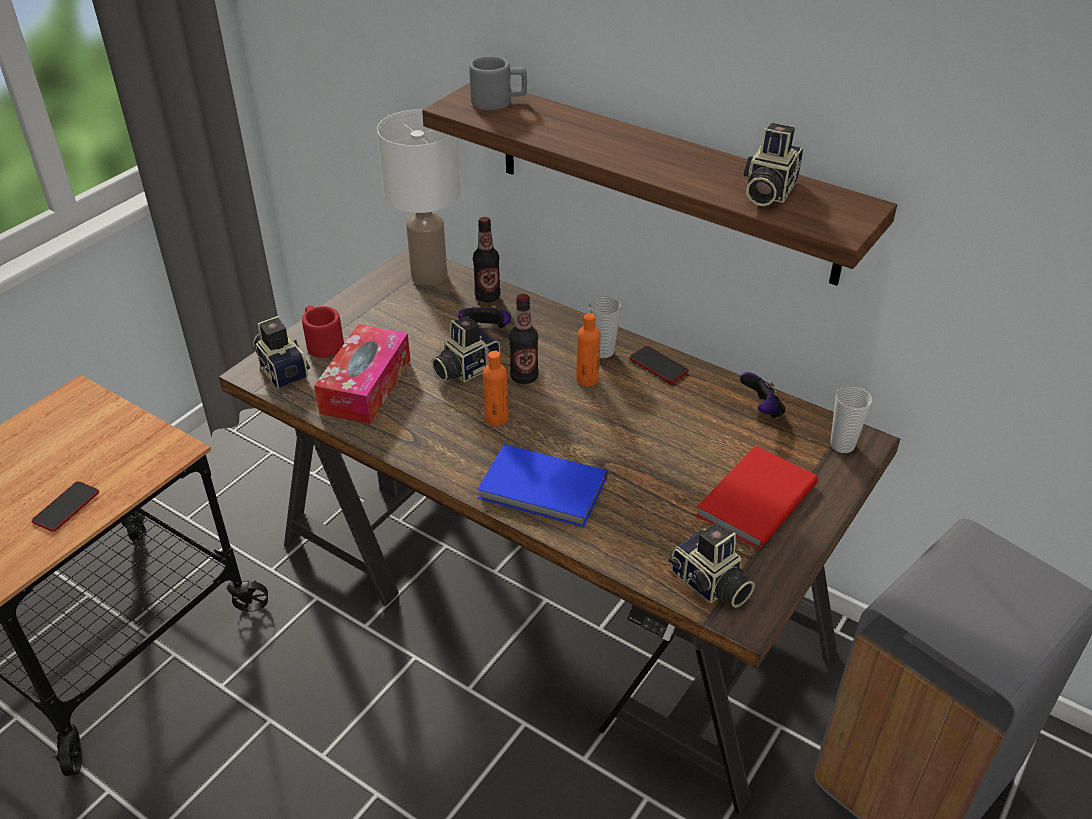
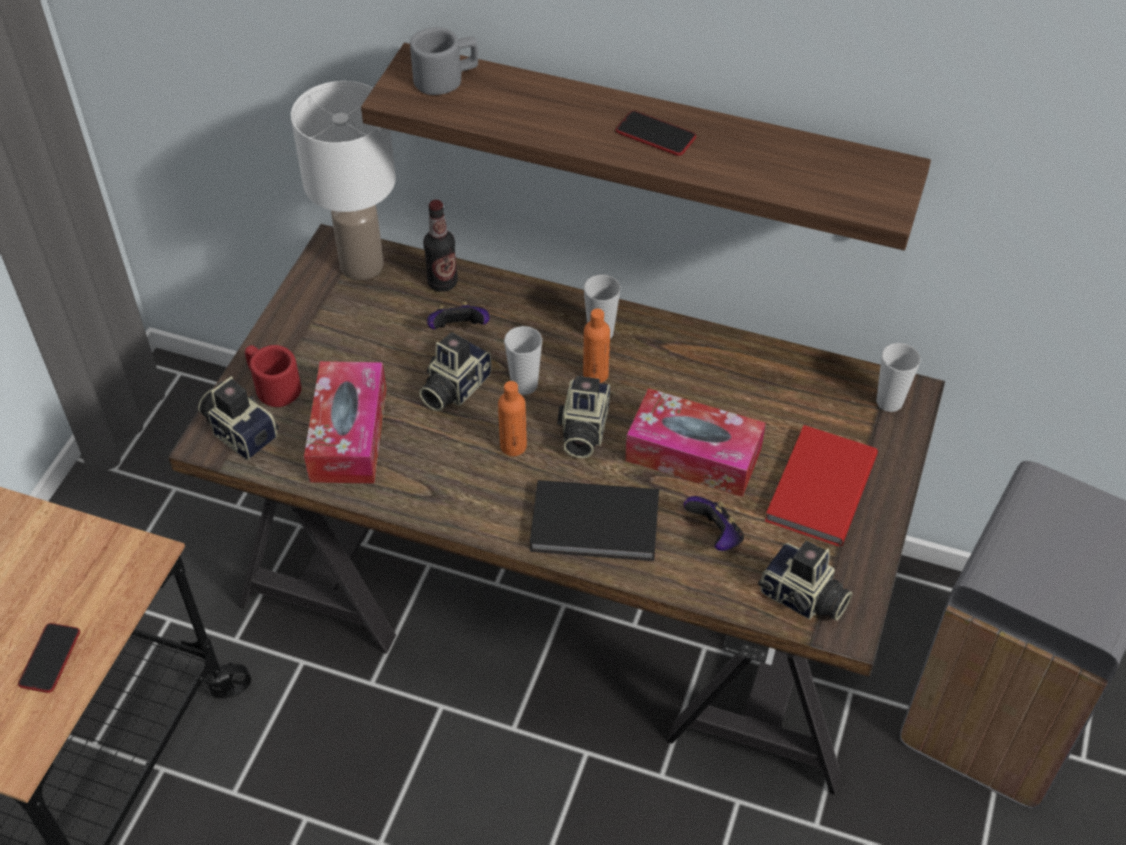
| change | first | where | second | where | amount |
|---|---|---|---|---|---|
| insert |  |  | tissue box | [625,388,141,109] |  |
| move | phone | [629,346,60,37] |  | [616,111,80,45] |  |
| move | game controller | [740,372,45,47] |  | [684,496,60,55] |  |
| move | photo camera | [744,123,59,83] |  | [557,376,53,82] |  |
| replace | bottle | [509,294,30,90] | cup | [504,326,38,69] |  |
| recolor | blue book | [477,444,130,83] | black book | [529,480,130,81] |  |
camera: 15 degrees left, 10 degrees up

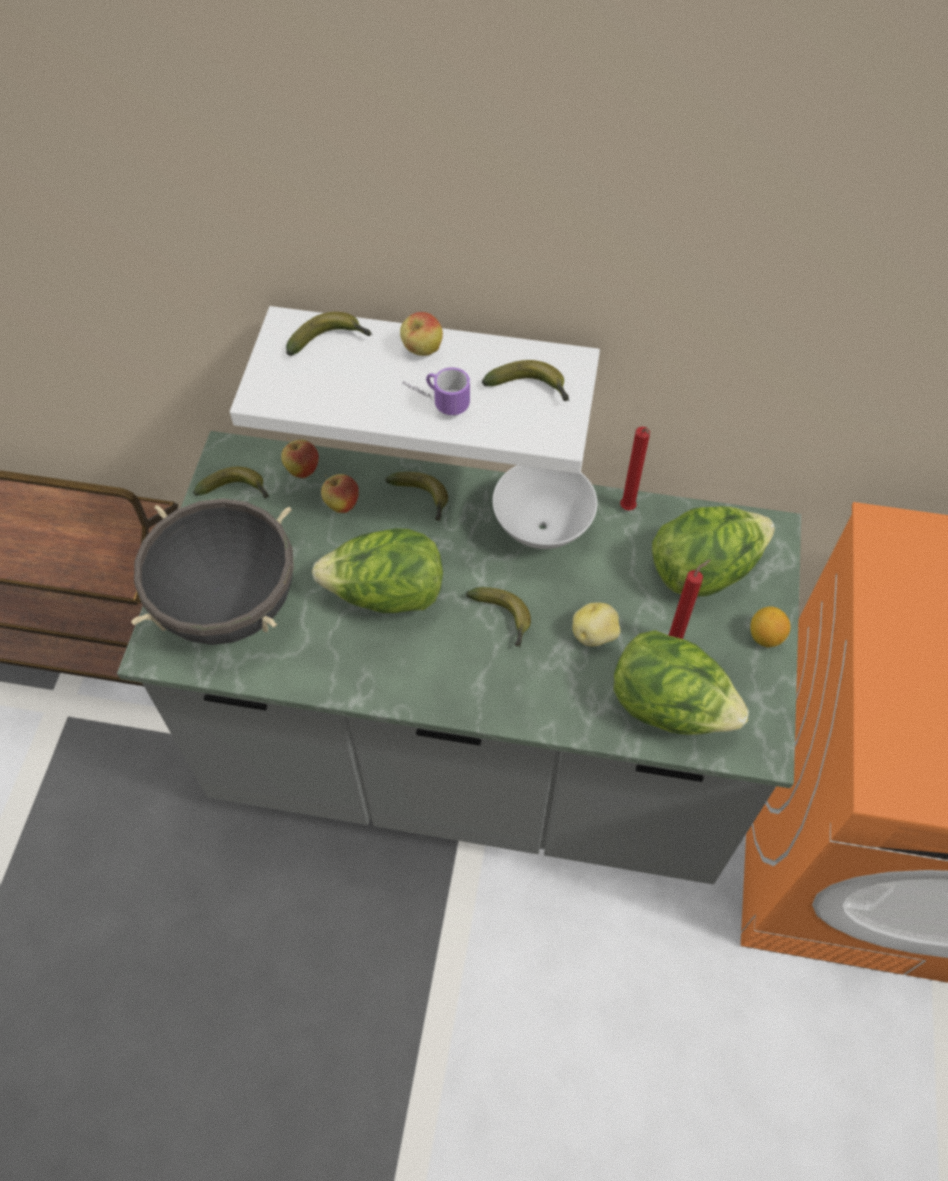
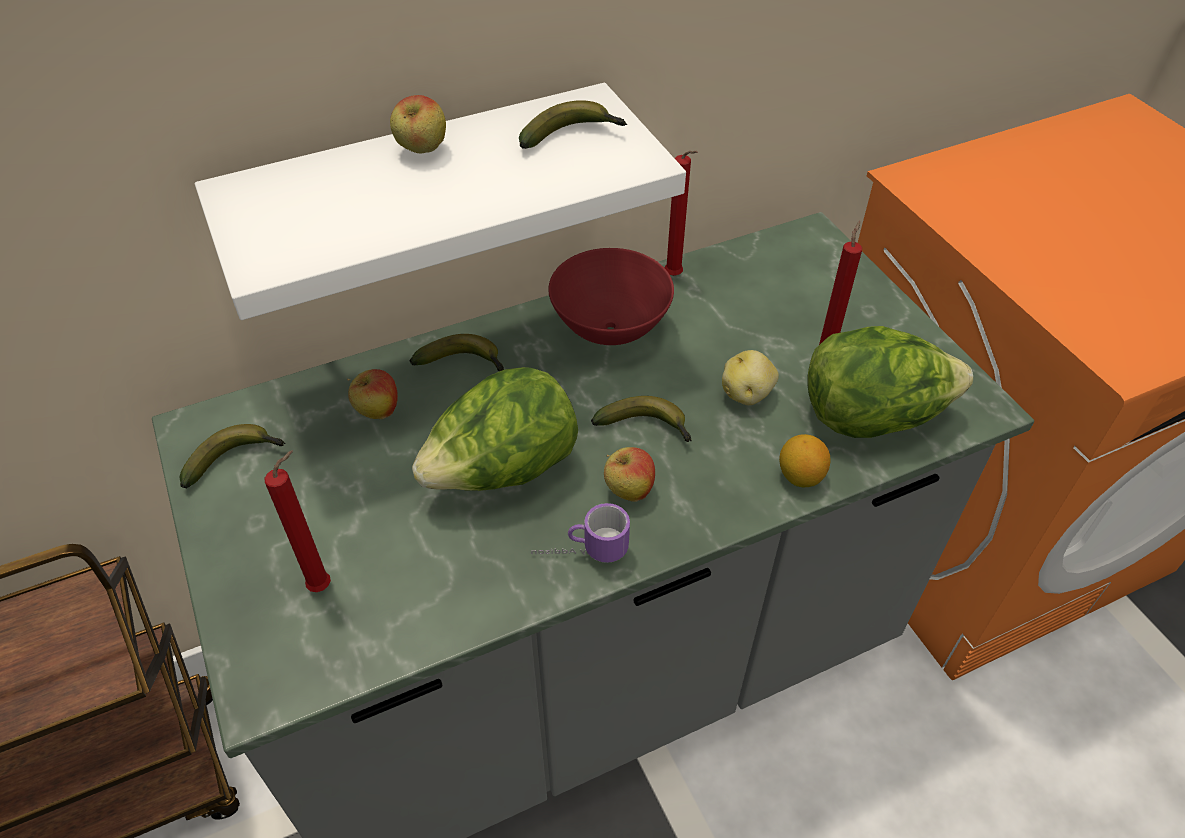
| change | first | where | second | where | amount |
|---|---|---|---|---|---|
| delete | banana | [286,312,86,44] |  |  |  |
| delete | lettuce | [652,506,123,90] |  |  |  |
| move | apple | [281,438,38,40] |  | [604,447,51,55] |  |
| move | mug | [403,367,67,48] |  | [531,503,99,60] |  |
| move | lemon | [750,606,40,41] |  | [779,434,51,53] |  |
| replace | black cooking pot | [131,498,163,147] | red candle | [264,451,67,141] |  |
| recolor | white bowl | [492,465,105,84] | red bowl | [548,248,126,97] |  |
camera: 35 degrees left, 10 degrees down

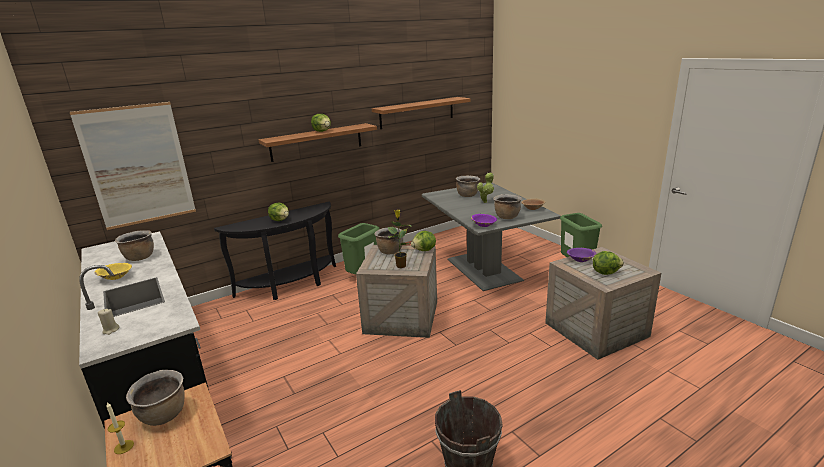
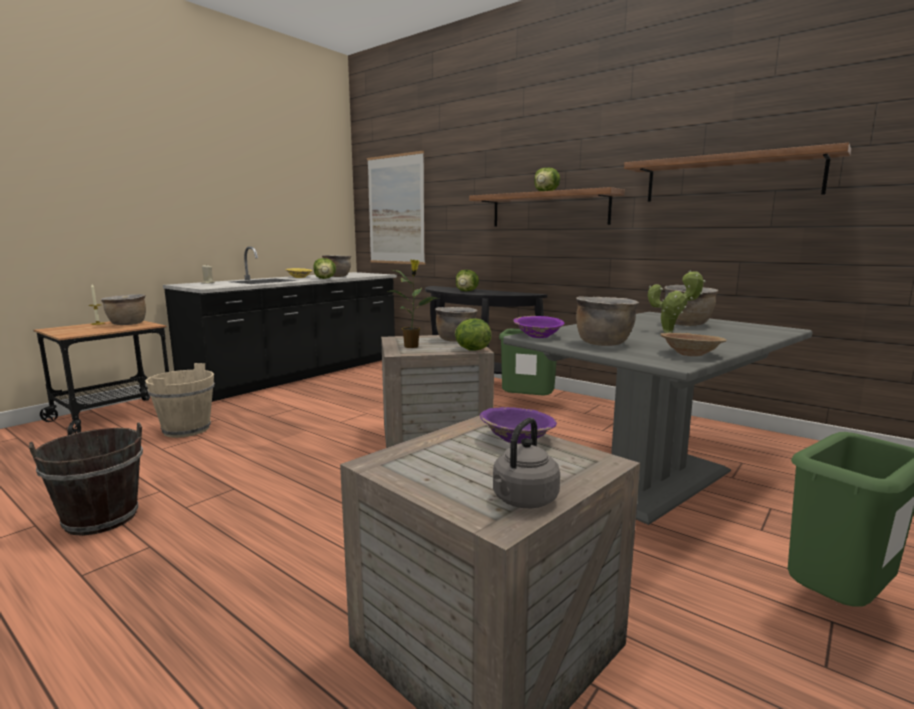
| change | first | where | second | where | amount |
|---|---|---|---|---|---|
| insert |  |  | beige bucket | [145,363,70,75] |  |
| insert |  |  | grey kettle | [493,418,67,90] |  |
| move | lettuce | [592,251,32,24] |  | [313,258,23,21] |  |
camera: 70 degrees right, 10 degrees down

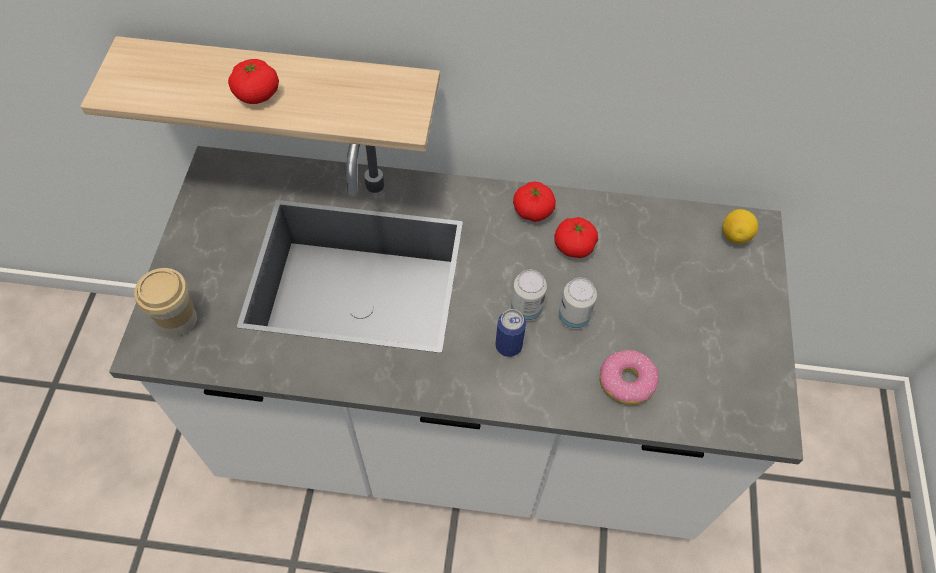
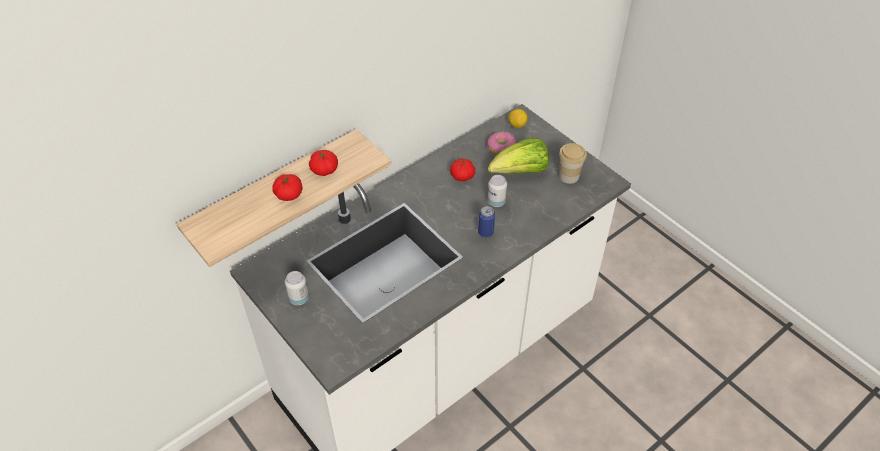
| change | first | where | second | where | amount |
|---|---|---|---|---|---|
| insert |  |  | lettuce | [488,138,61,35] |  |
| move | cup | [134,268,63,68] |  | [559,143,28,41] |  |
| move | can | [511,270,36,51] |  | [285,271,24,34] |  |
| move | tomato | [513,182,43,40] |  | [309,150,29,26] |  |
| move | donut | [600,350,59,55] |  | [487,132,30,23] |  |
camera: 45 degrees left, 10 degrees down

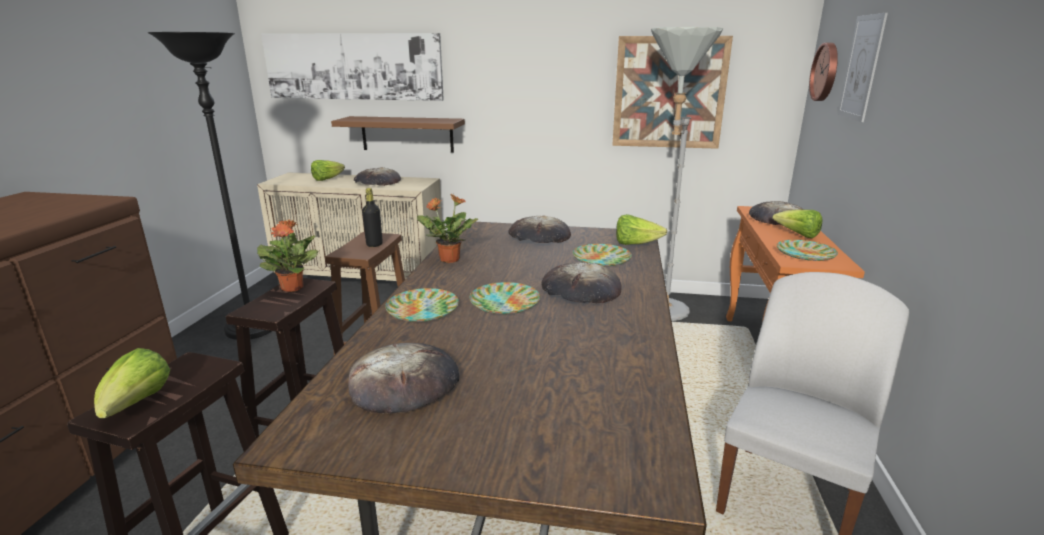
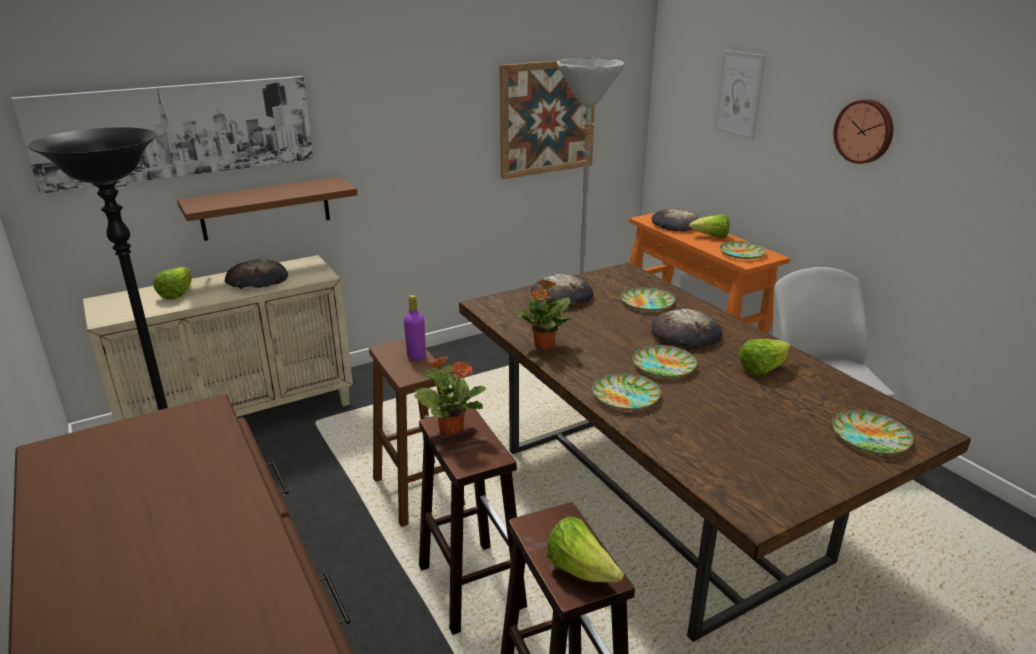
| change | first | where | second | where | amount |
|---|---|---|---|---|---|
| delete | bread | [348,343,111,71] |  |  |  |
| insert |  |  | plate | [832,410,81,45] |  |
| move | lettuce | [616,214,51,31] |  | [739,339,51,36] |  |
| move | wall clock | [809,43,29,58] |  | [834,99,59,65] |  |
| recolor | black bottle | [362,188,21,59] | purple bottle | [404,295,22,66] |  |
camera: 40 degrees left, 5 degrees up

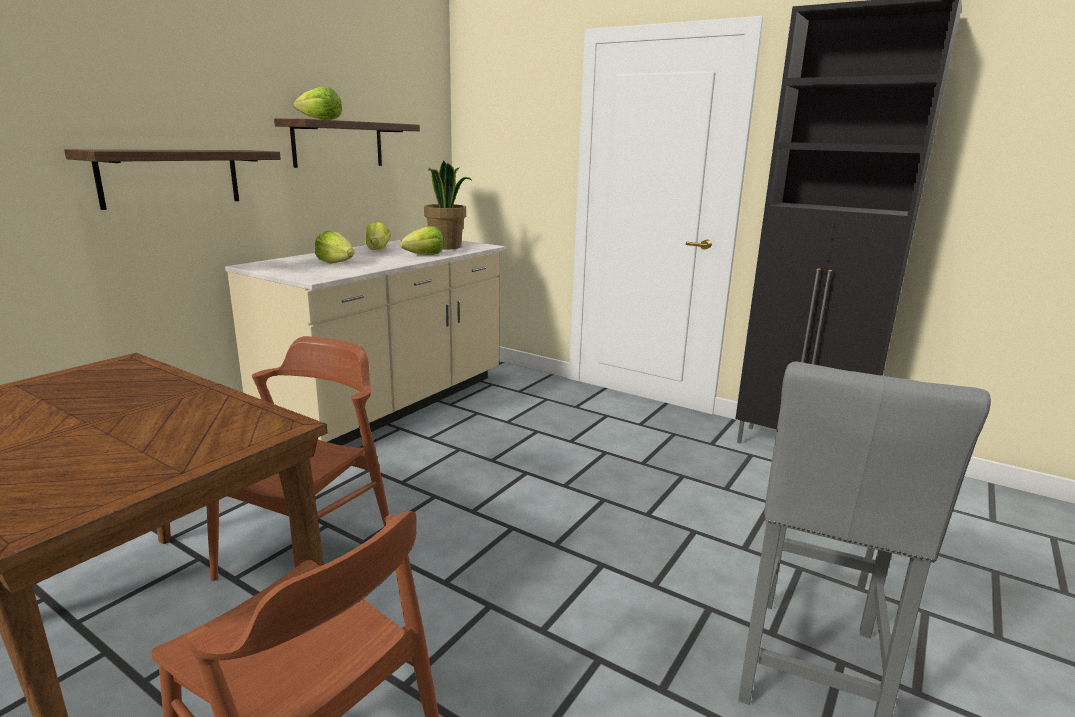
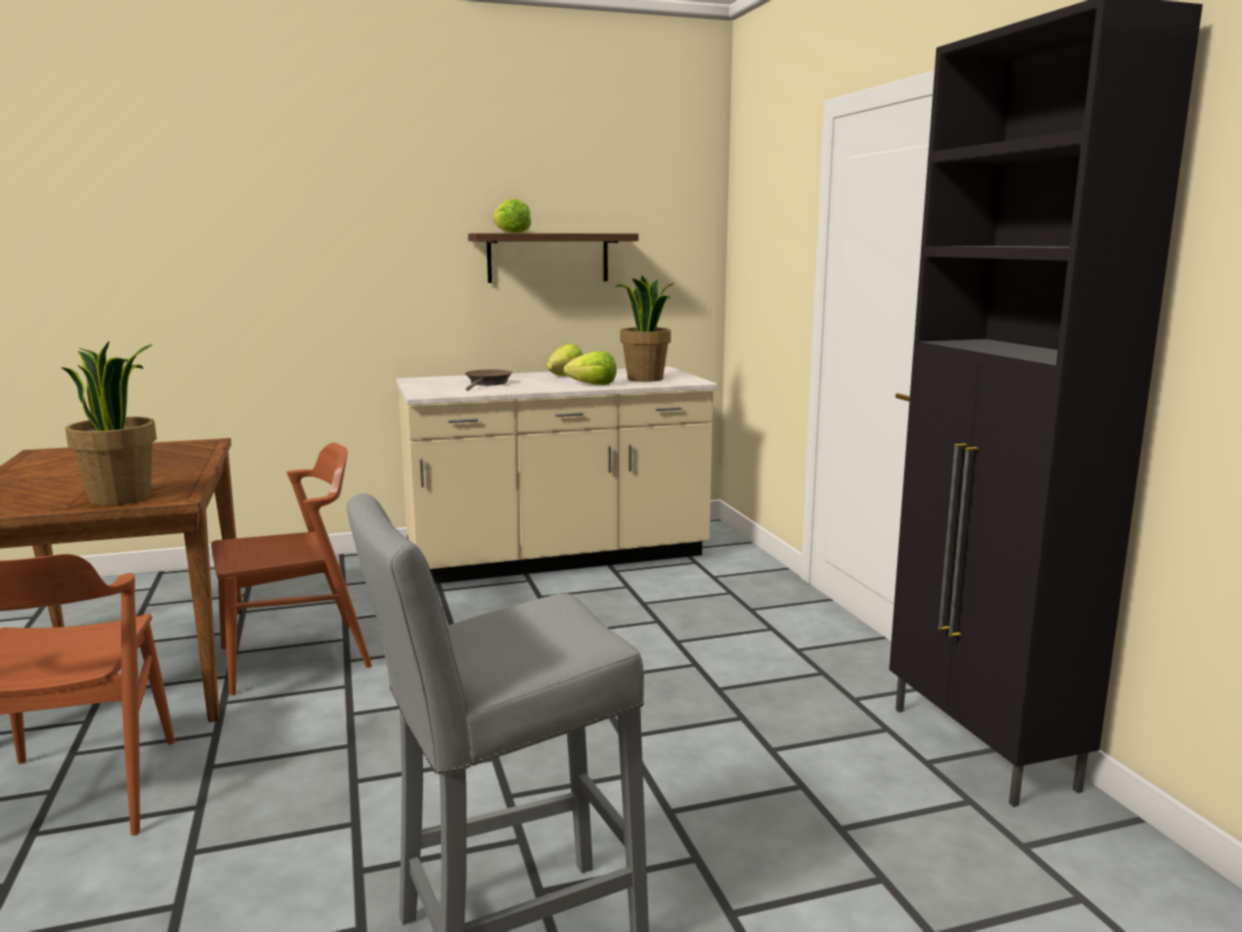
| change | first | where | second | where | amount |
|---|---|---|---|---|---|
| delete | shelf | [64,149,217,61] |  |  |  |
| insert |  |  | potted plant | [61,341,96,165] |  |
| replace | lettuce | [315,231,39,32] | brown frying pan | [465,369,48,22] |  |
camera: 40 degrees right, 5 degrees down

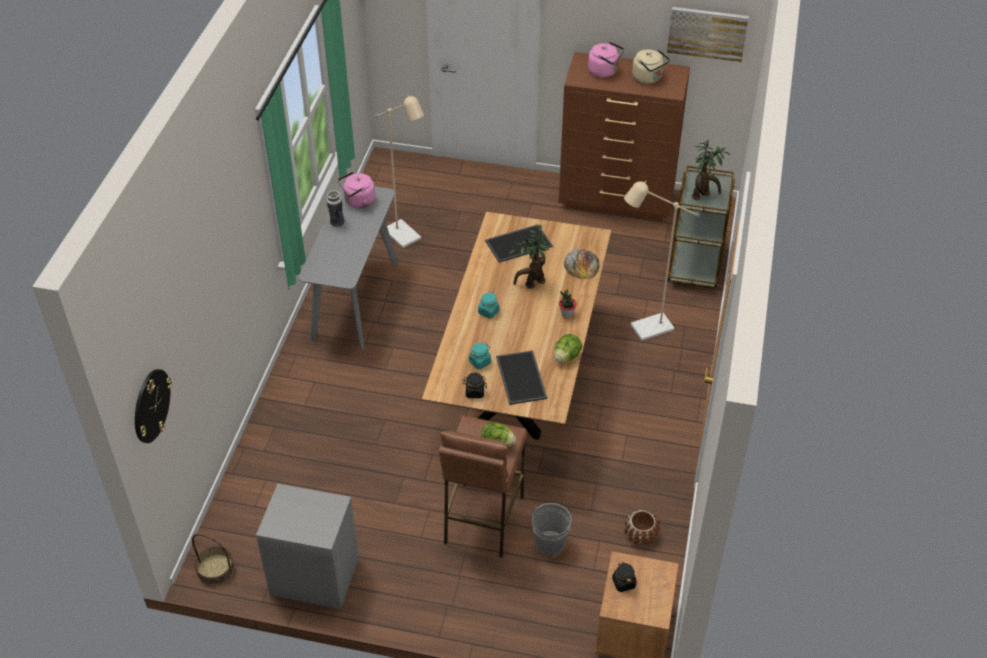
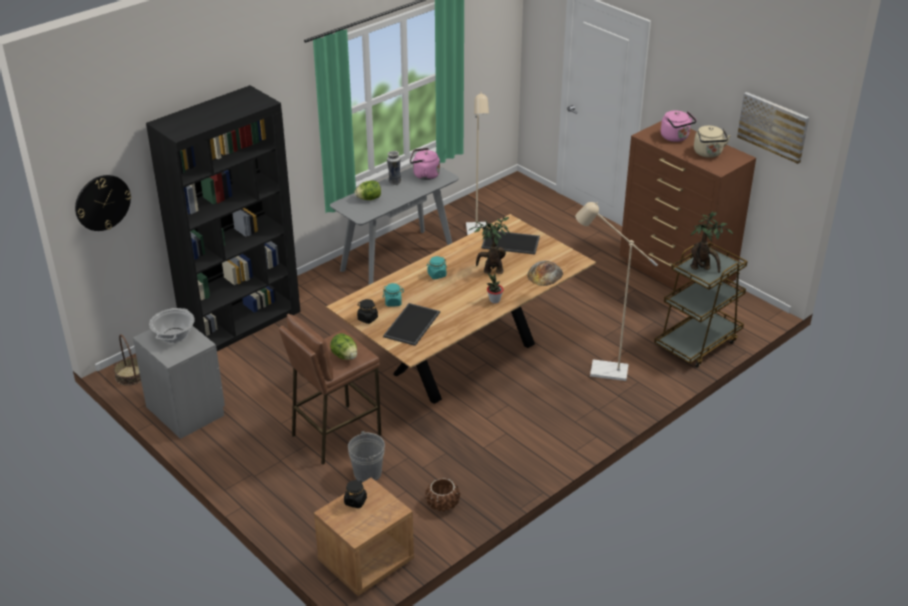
| change | first | where | second | where | amount |
|---|---|---|---|---|---|
| insert |  |  | black bookcase | [146,85,155,266] |  |
| insert |  |  | cooking pot | [149,308,46,35] |  |
| move | lettuce | [554,334,28,28] |  | [355,181,26,19] |  |
camera: 35 degrees right, 10 degrees down

